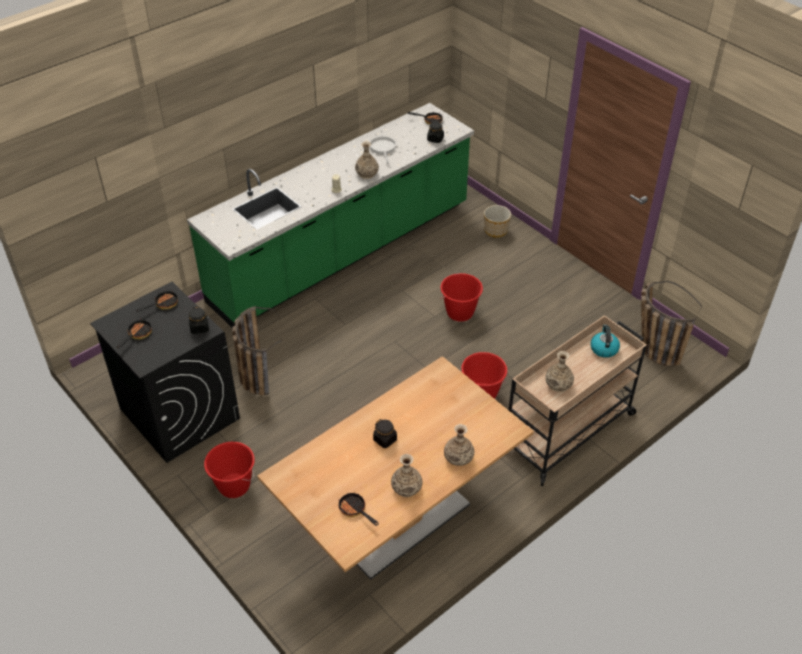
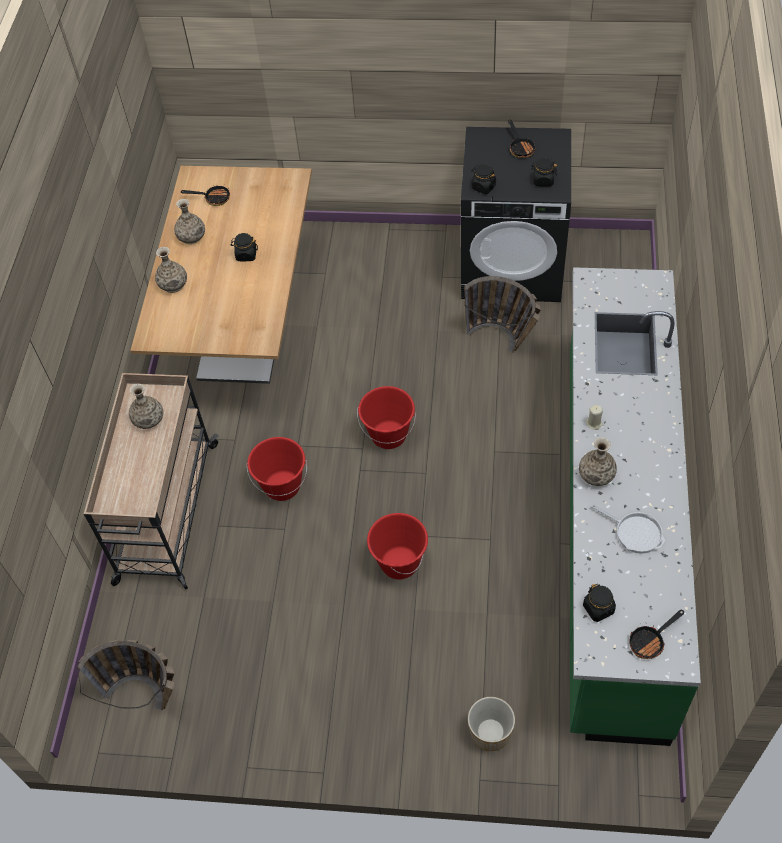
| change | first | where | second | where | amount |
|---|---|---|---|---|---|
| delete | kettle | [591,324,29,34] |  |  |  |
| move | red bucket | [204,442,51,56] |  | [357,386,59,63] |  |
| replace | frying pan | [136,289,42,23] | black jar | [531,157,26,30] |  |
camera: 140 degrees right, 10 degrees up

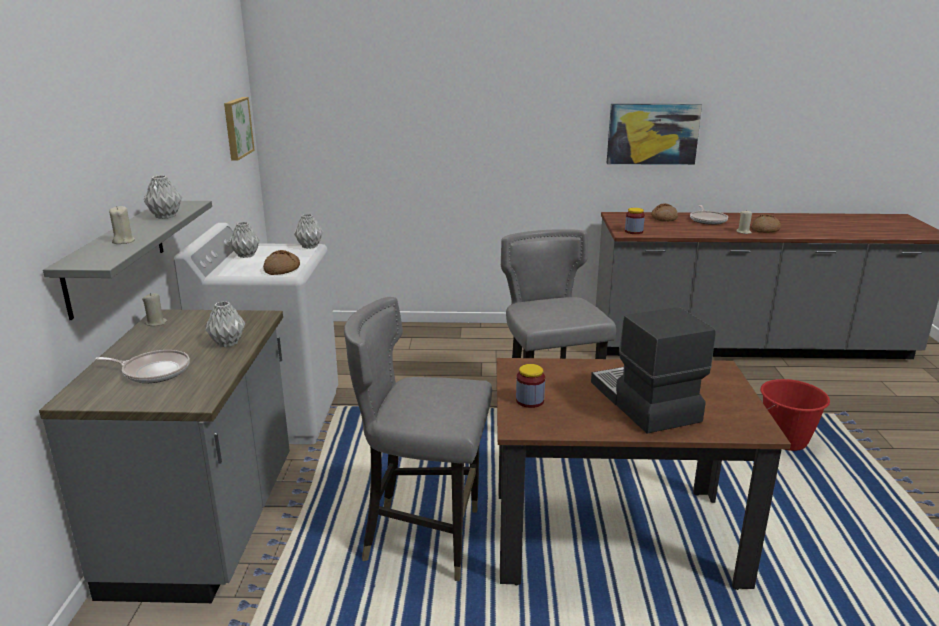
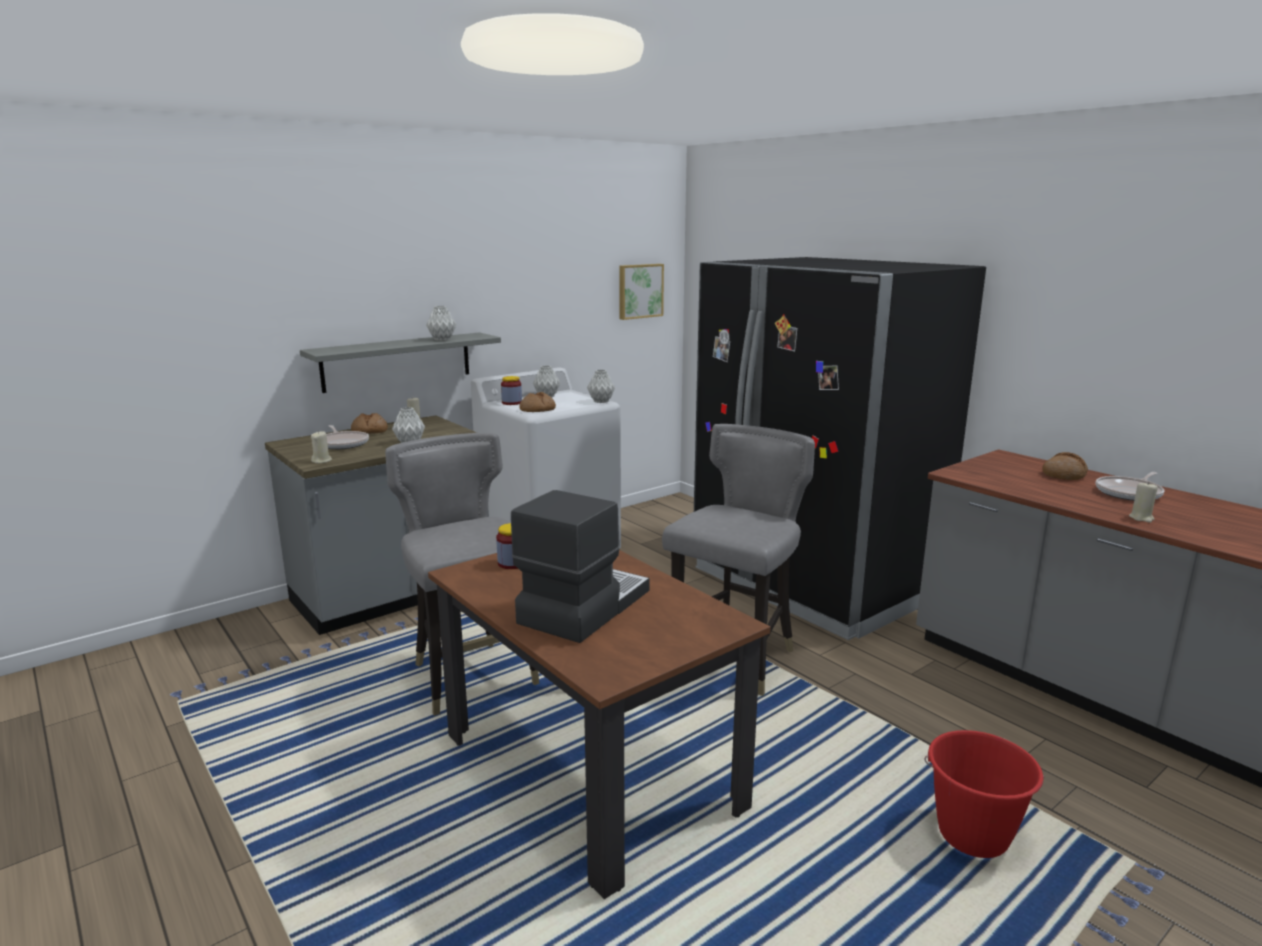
| change | first | where | second | where | amount |
|---|---|---|---|---|---|
| delete | picture | [607,104,95,61] |  |  |  |
| insert |  |  | black fridge | [694,257,292,383] |  |
| move | beige candle | [109,206,26,38] |  | [311,431,21,32] |  |
| move | jar | [625,208,20,26] |  | [501,376,21,29] |  |
| move | bread | [752,214,29,19] |  | [351,413,37,21] |  |
camera: 50 degrees right, 5 degrees down

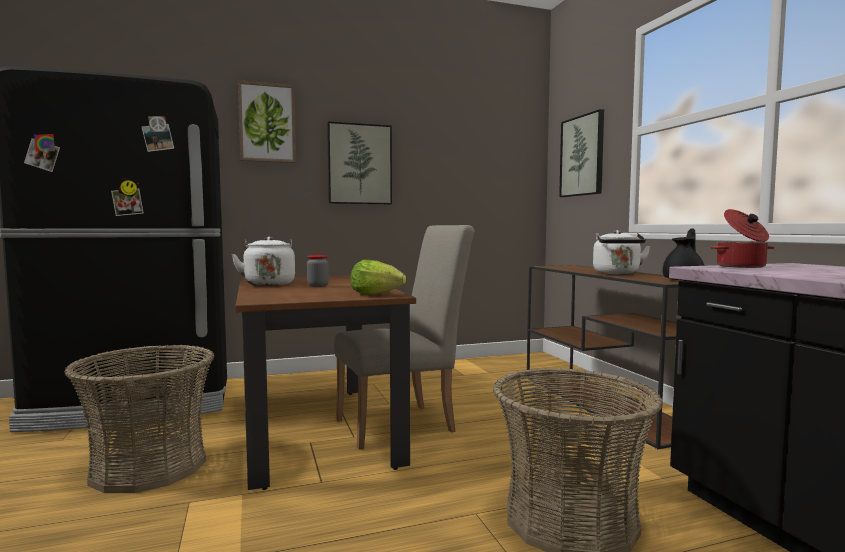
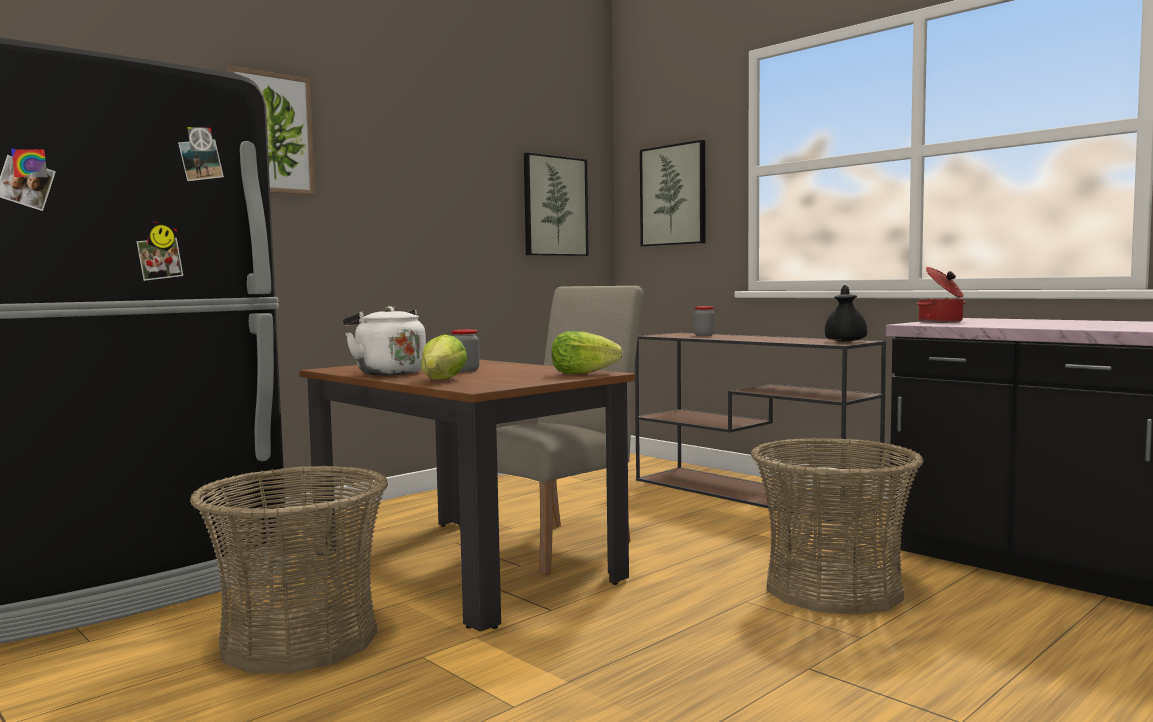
| change | first | where | second | where | amount |
|---|---|---|---|---|---|
| delete | white kettle | [593,230,57,45] |  |  |  |
| insert |  |  | lettuce | [421,334,47,45] |  |
| insert |  |  | jar | [694,306,20,30] |  |
| move | picture | [327,121,65,83] |  | [524,153,65,103] |  |
camera: 25 degrees left, 0 degrees up

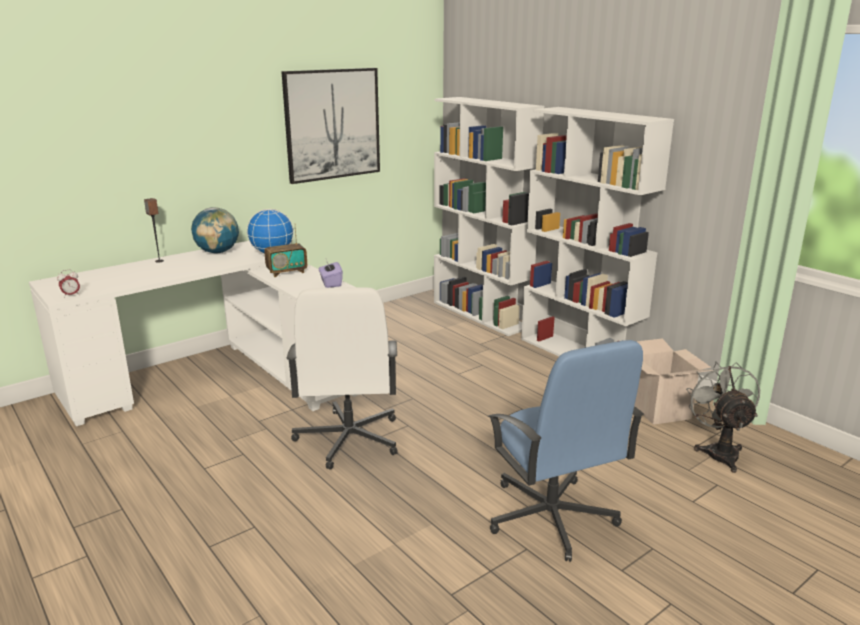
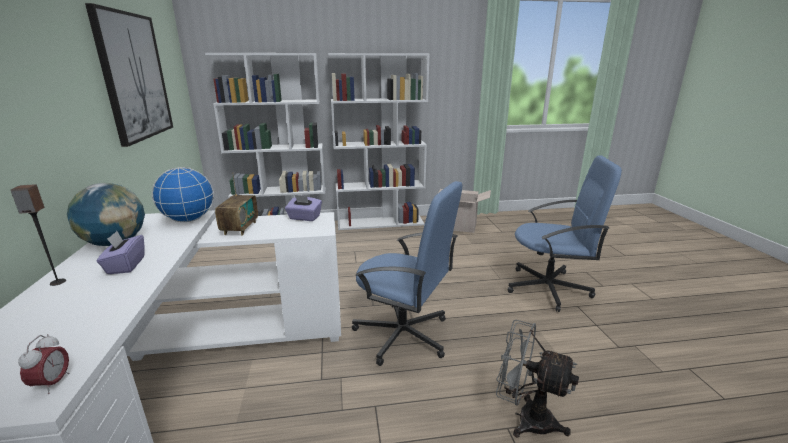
| change | first | where | second | where | amount |
|---|---|---|---|---|---|
| insert |  |  | purple tissue box | [97,231,48,43] |  |
| move | grey fan | [686,362,74,111] |  | [496,320,83,118] |  |
| recolor | white office chair | [287,287,111,183] | blue office chair | [352,181,110,185] |  |
camera: 60 degrees left, 0 degrees up

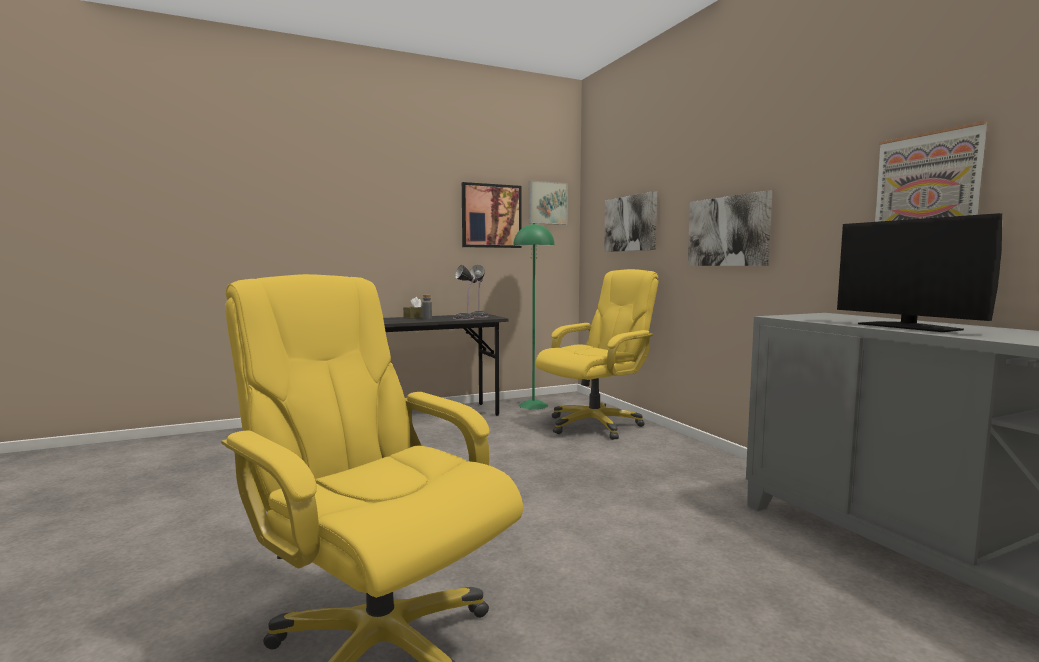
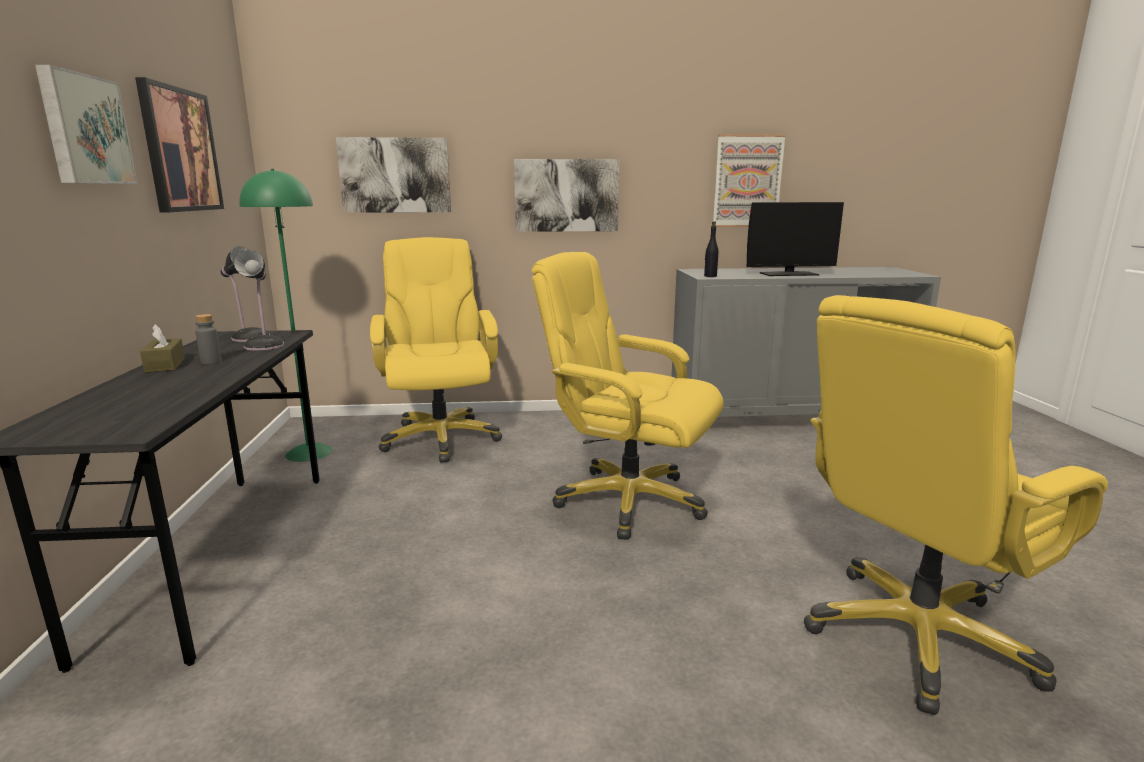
| change | first | where | second | where | amount |
|---|---|---|---|---|---|
| insert |  |  | yellow office chair | [532,252,192,288] |  |
| insert |  |  | black bottle | [704,221,14,56] |  |
| move | picture | [529,181,39,44] |  | [35,64,103,120] |  |
camera: 70 degrees left, 10 degrees up

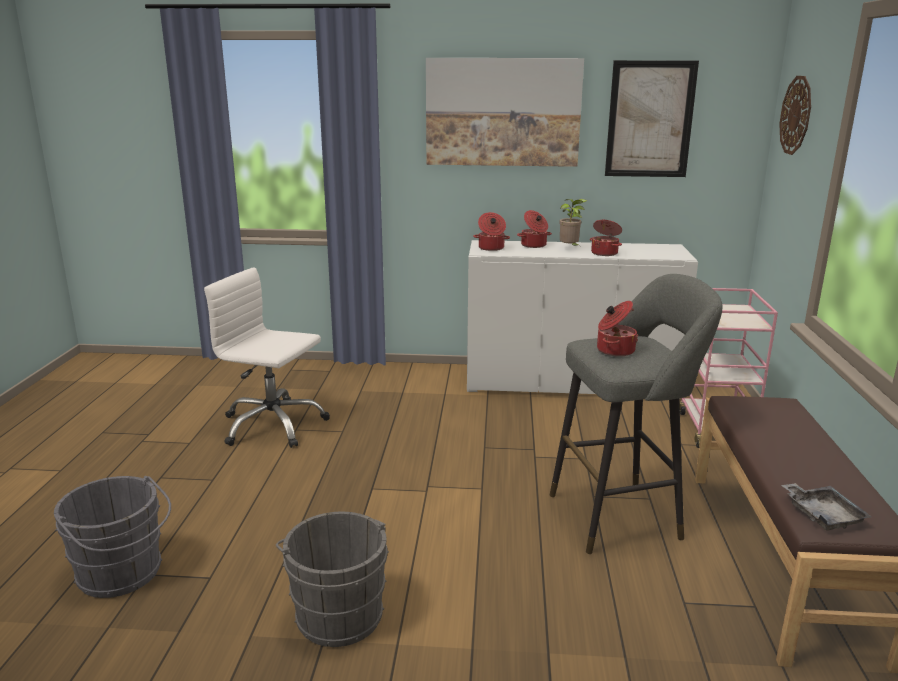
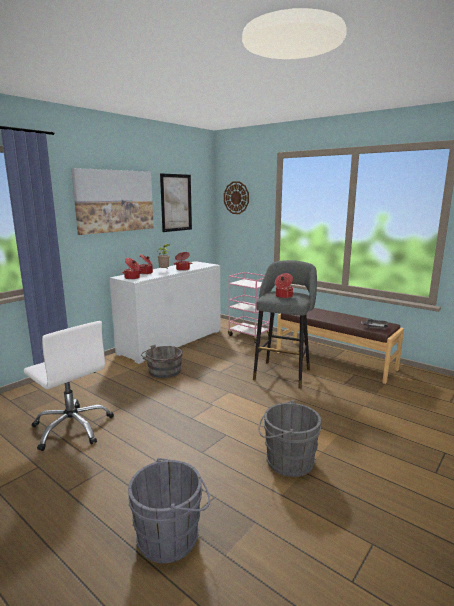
| change | first | where | second | where | amount |
|---|---|---|---|---|---|
| insert |  |  | grey bucket | [141,345,42,33] |  |
| rotate | white office chair | [204,267,126,181] |  | [23,321,91,130] | 105 degrees counterclockwise |
camera: 55 degrees left, 5 degrees down

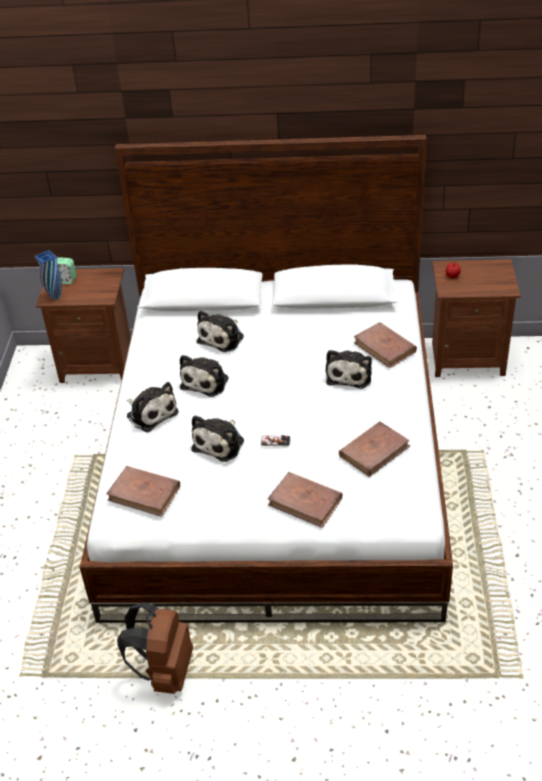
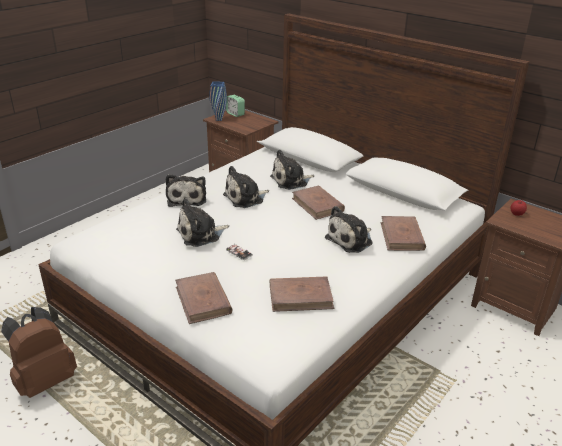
| change | first | where | second | where | amount |
|---|---|---|---|---|---|
| move | brown book | [106,466,74,51] |  | [292,185,53,35] |  |
camera: 35 degrees right, 10 degrees down

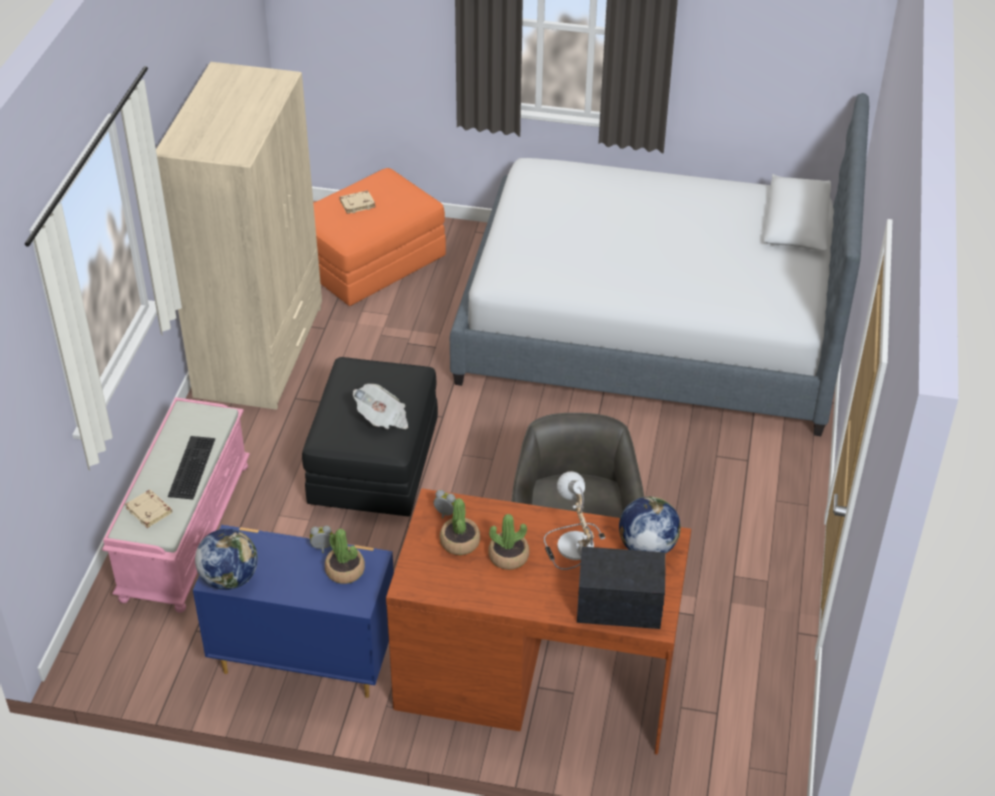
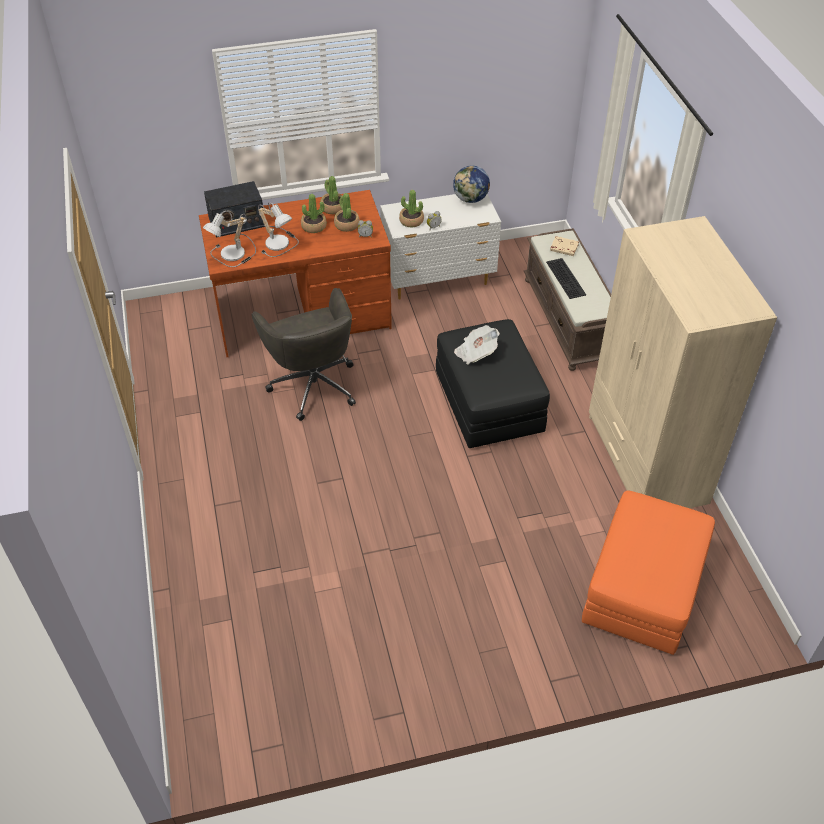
| change | first | where | second | where | amount |
|---|---|---|---|---|---|
| delete | beige book | [339,190,37,24] |  |  |  |
| delete | bed | [450,93,419,343] |  |  |  |
| insert |  |  | potted plant | [320,176,22,38] |  |
| replace | globe | [619,496,62,58] | table lamp | [203,211,53,56] |  |
| recolor | pink bench | [102,397,148,216] | brown bench | [524,228,87,143] |  |
| recolor | blue dresser | [193,525,201,173] | white dresser | [380,194,121,105] |  |
camera: 155 degrees right, 5 degrees up

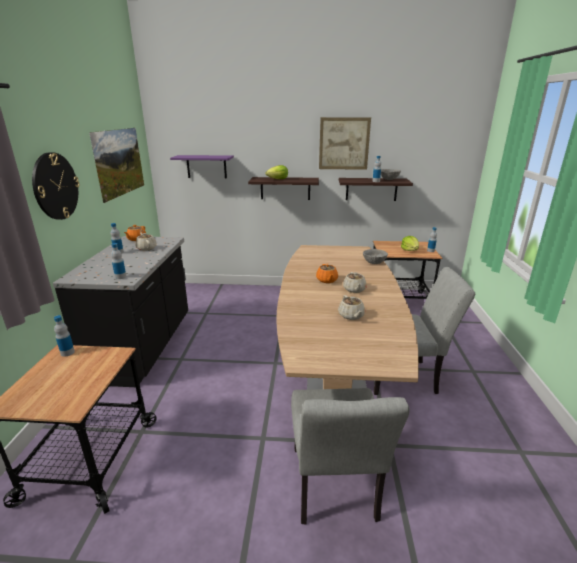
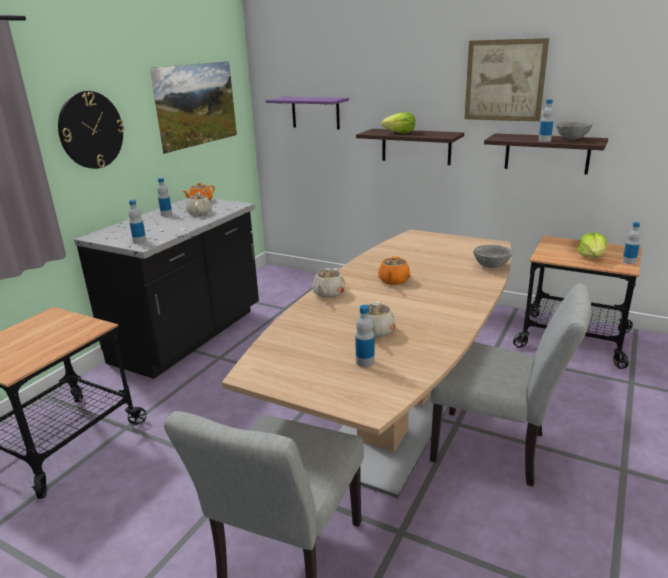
| change | first | where | second | where | amount |
|---|---|---|---|---|---|
| move | bottle | [54,315,21,42] |  | [355,305,20,62] |  |
| move | beige teapot | [343,272,24,21] |  | [312,268,34,30] |  |
camera: 25 degrees right, 0 degrees up

